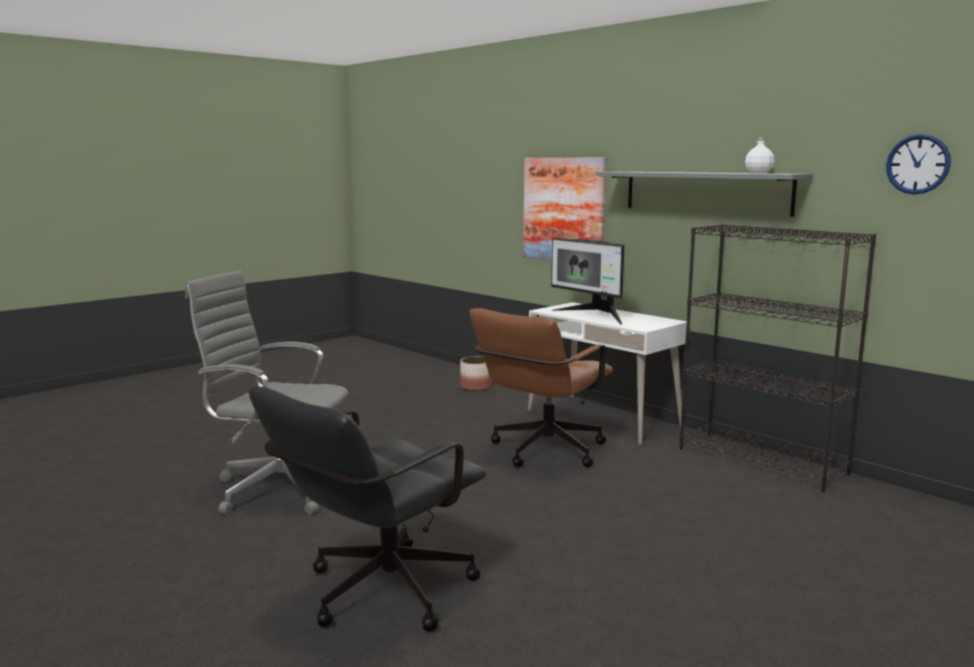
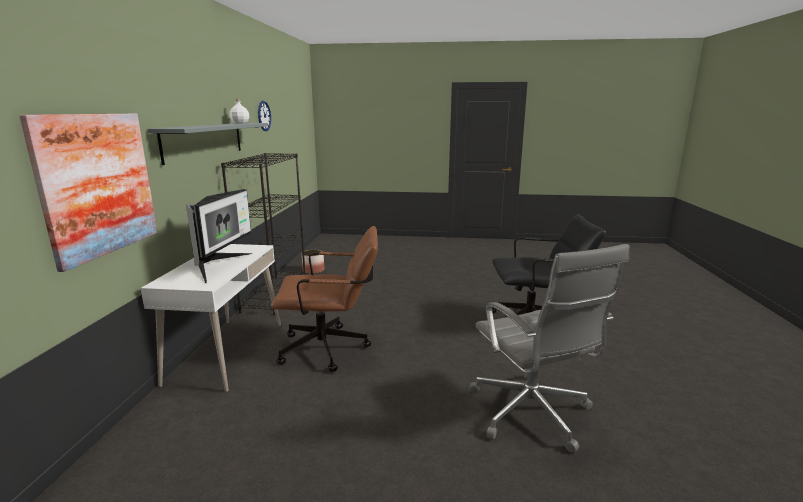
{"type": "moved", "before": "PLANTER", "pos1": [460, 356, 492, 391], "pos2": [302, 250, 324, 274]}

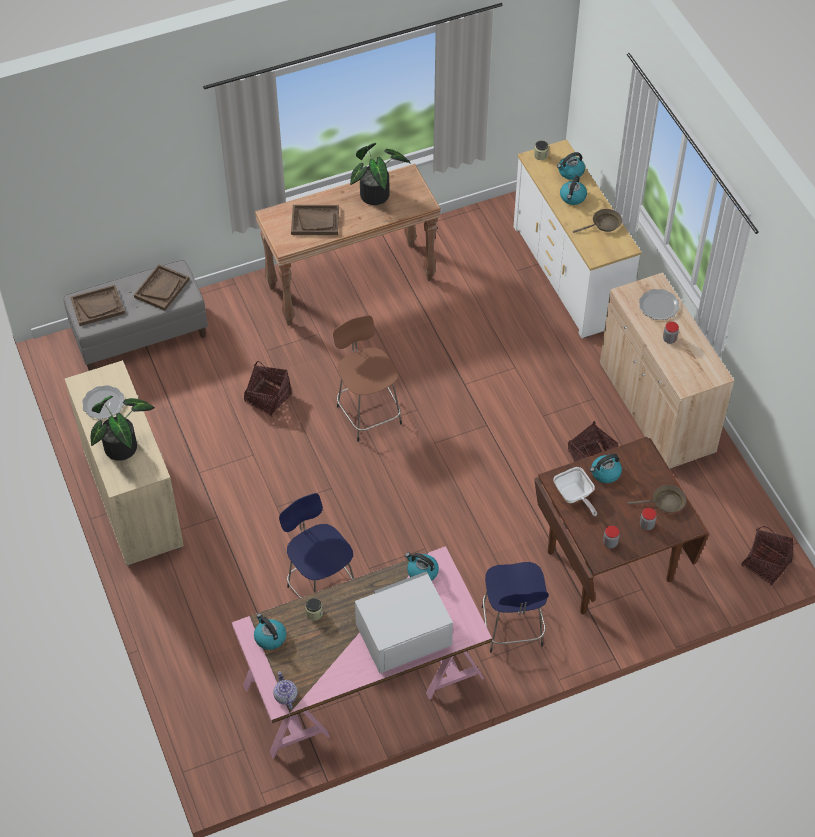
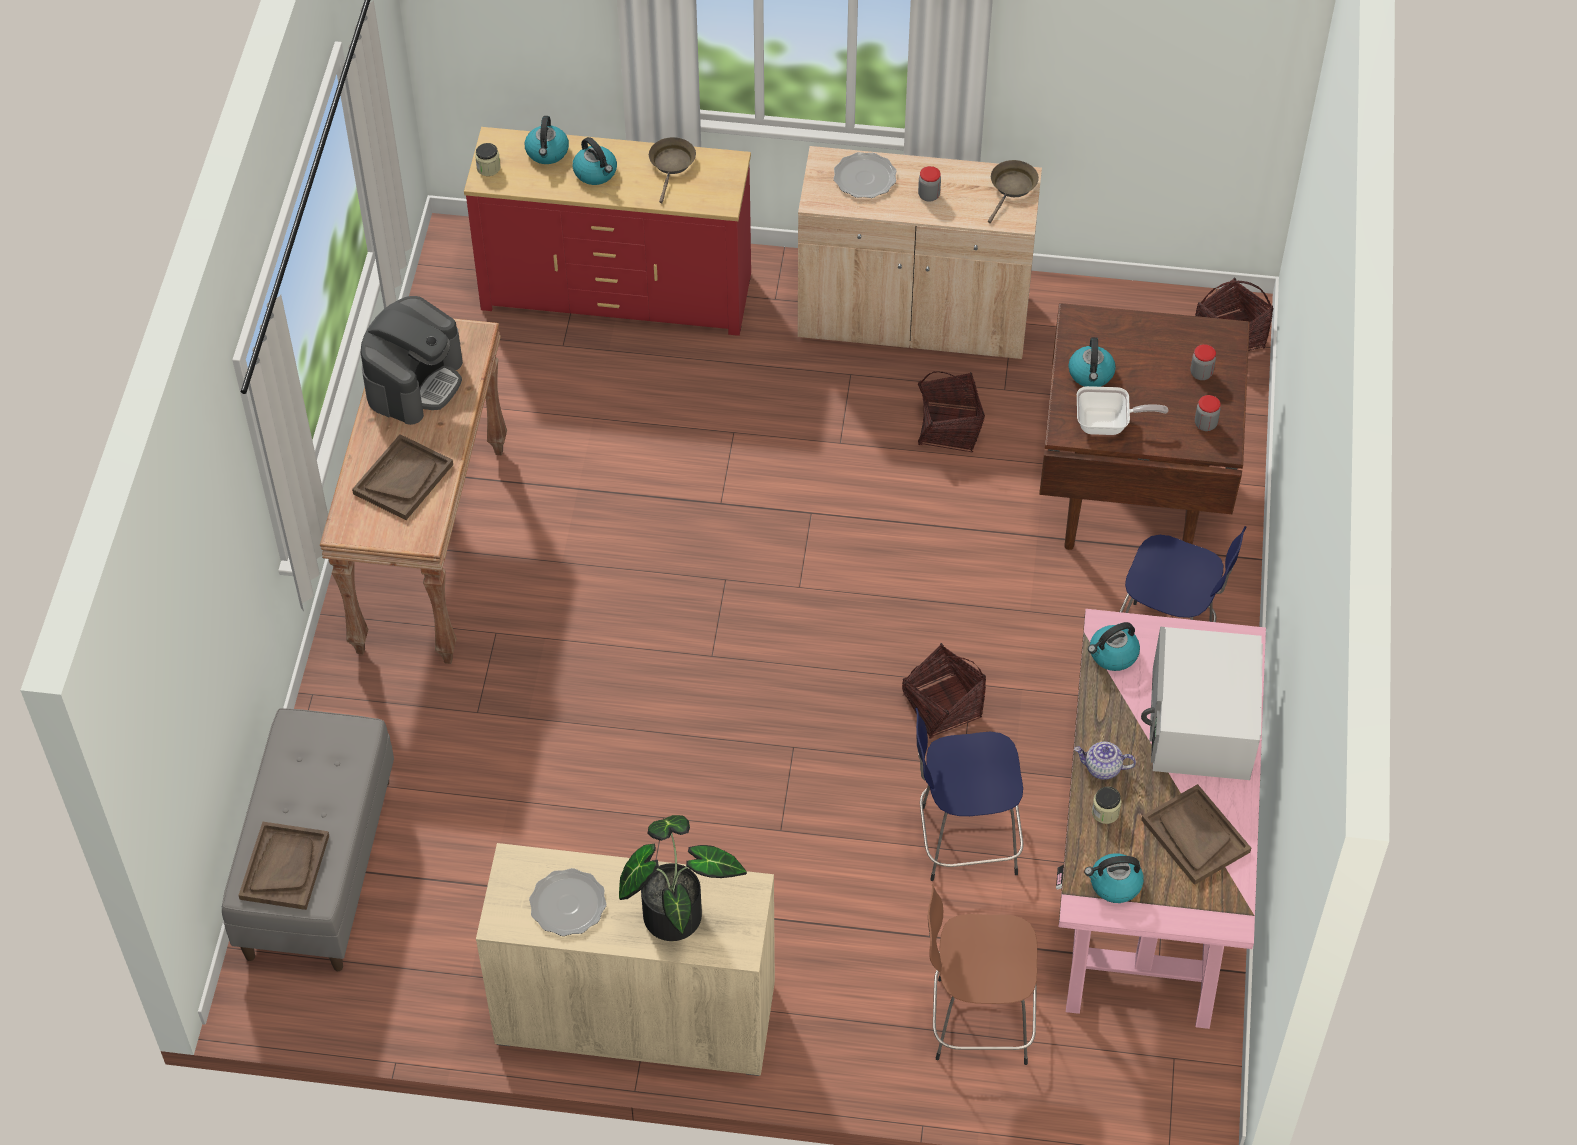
{"type": "moved", "before": "BROWN TRAY", "pos1": [134, 264, 190, 311], "pos2": [1141, 784, 1251, 885]}
{"type": "moved", "before": "BASKET", "pos1": [244, 361, 292, 417], "pos2": [902, 643, 986, 739]}
{"type": "moved", "before": "TEAPOT", "pos1": [273, 671, 298, 709], "pos2": [1074, 742, 1136, 780]}
{"type": "moved", "before": "BROWN STOOL", "pos1": [333, 316, 402, 442], "pos2": [928, 884, 1037, 1065]}
{"type": "moved", "before": "BROWN FRYING PAN", "pos1": [628, 485, 686, 513], "pos2": [988, 160, 1039, 223]}
{"type": "replaced", "before": "POTTED PLANT", "after": "COFFEE MACHINE", "pos1": [350, 143, 411, 205], "pos2": [361, 296, 463, 425]}
{"type": "recoloured", "before": "WHITE DRESSER", "after": "RED DRESSER", "pos1": [514, 139, 641, 338], "pos2": [464, 127, 751, 336]}

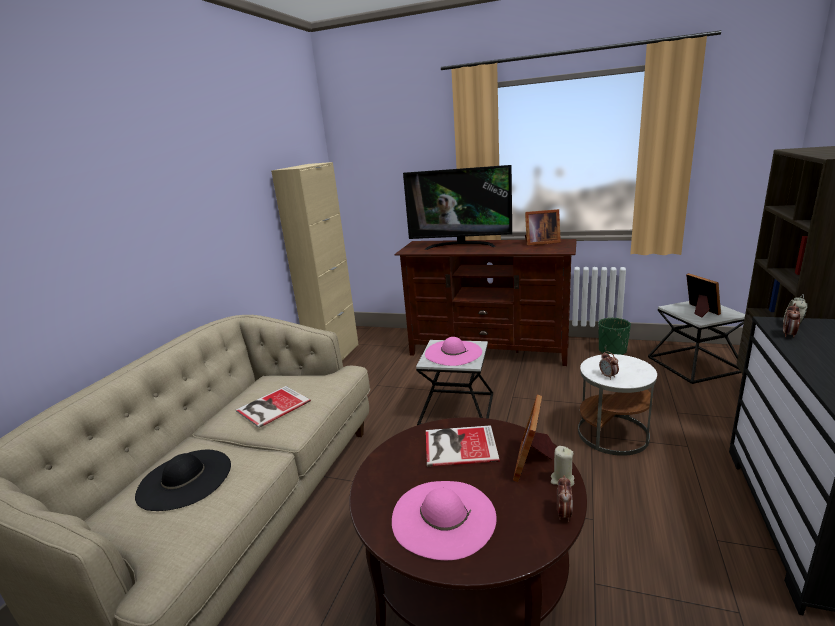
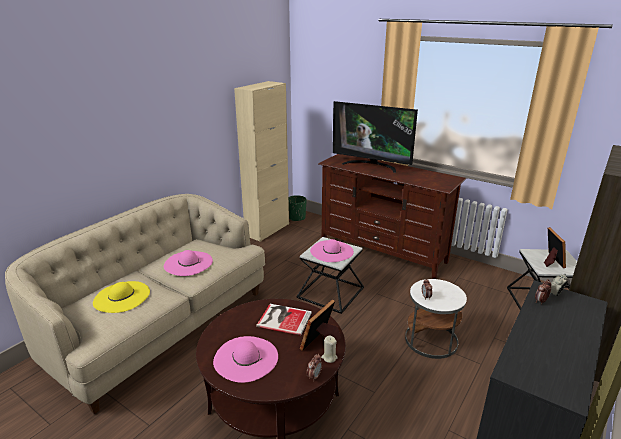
{"type": "removed", "before": "PICTURE FRAME", "pos1": [525, 209, 561, 245]}
{"type": "moved", "before": "GREEN PLANTER", "pos1": [599, 318, 631, 355], "pos2": [289, 195, 307, 221]}
{"type": "replaced", "before": "BOOK", "after": "PINK HAT", "pos1": [236, 386, 311, 428], "pos2": [164, 250, 213, 276]}
{"type": "recoloured", "before": "BLACK HAT", "after": "YELLOW HAT", "pos1": [135, 450, 231, 511], "pos2": [93, 281, 150, 313]}

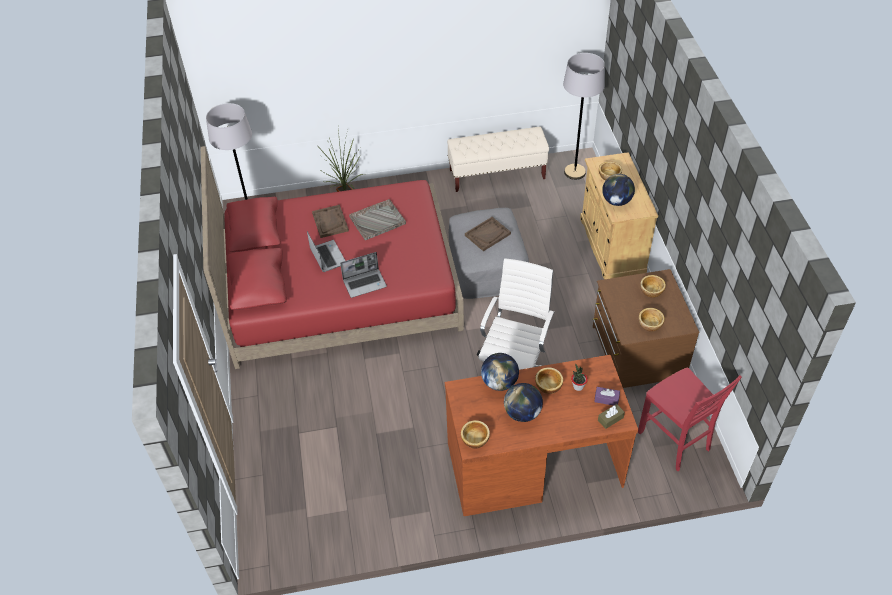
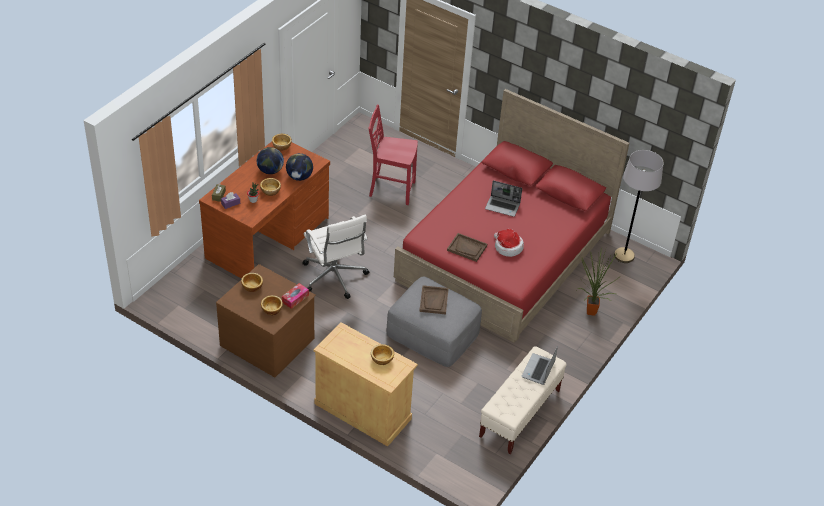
{"type": "removed", "before": "GREY FLOOR LAMP", "pos1": [563, 53, 605, 180]}
{"type": "removed", "before": "GLOBE", "pos1": [602, 174, 635, 206]}
{"type": "added", "after": "TISSUE BOX", "pos2": [282, 283, 309, 309]}
{"type": "moved", "before": "BROWN TRAY", "pos1": [312, 205, 349, 238], "pos2": [447, 233, 487, 262]}
{"type": "moved", "before": "LAPTOP", "pos1": [340, 252, 387, 298], "pos2": [522, 346, 558, 385]}
{"type": "moved", "before": "RED CHAIR", "pos1": [638, 368, 742, 471], "pos2": [368, 105, 418, 205]}
{"type": "replaced", "before": "GREY TRAY", "after": "HAT", "pos1": [349, 199, 406, 240], "pos2": [494, 229, 524, 257]}

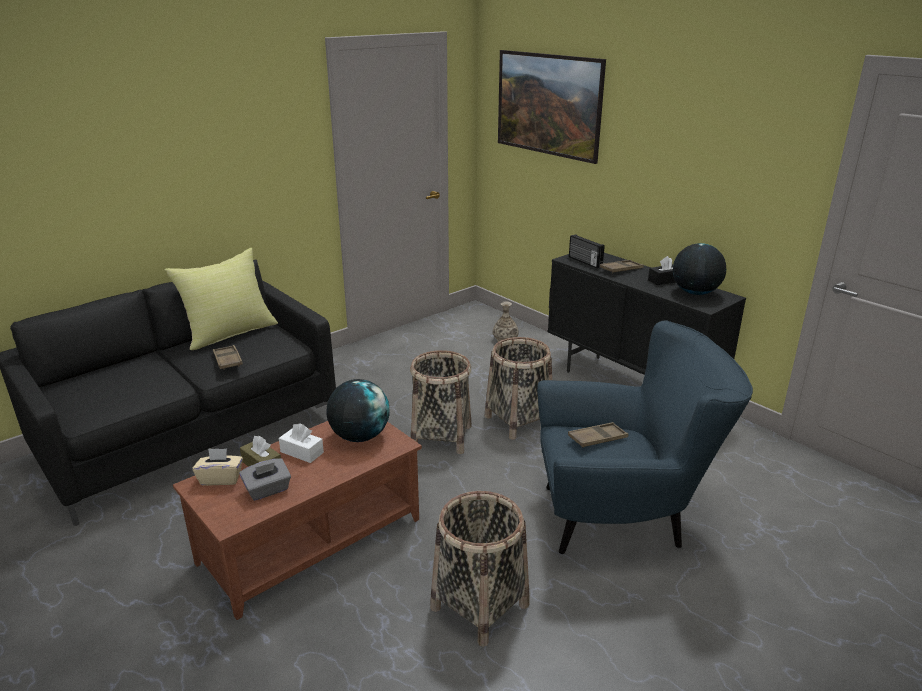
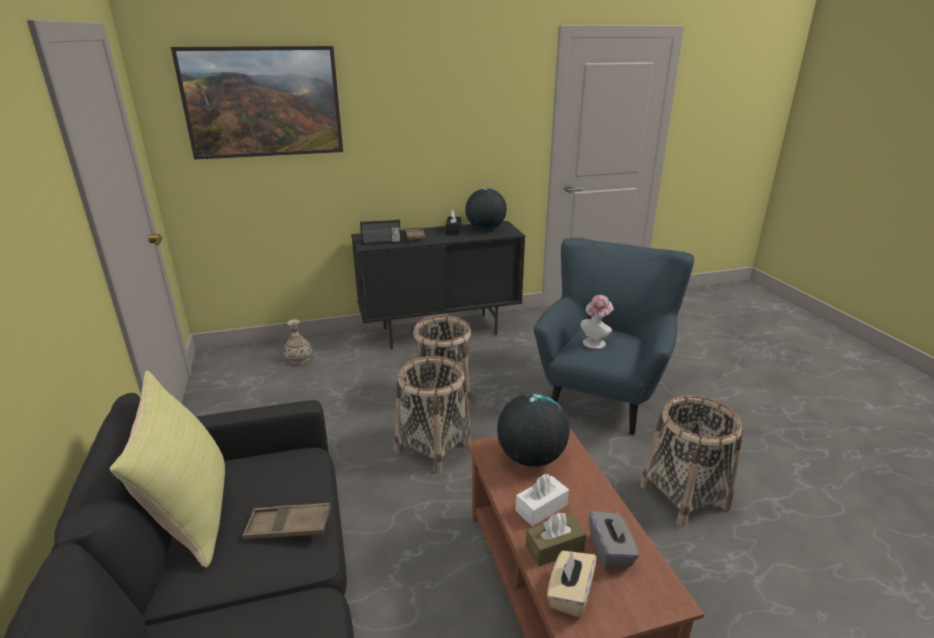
{"type": "replaced", "before": "BROWN TRAY", "after": "HAT", "pos1": [568, 422, 628, 448], "pos2": [581, 295, 614, 349]}

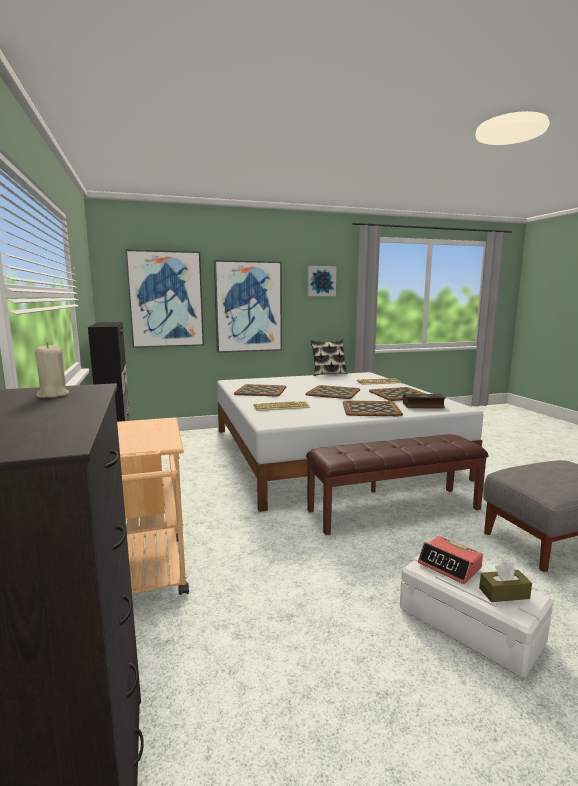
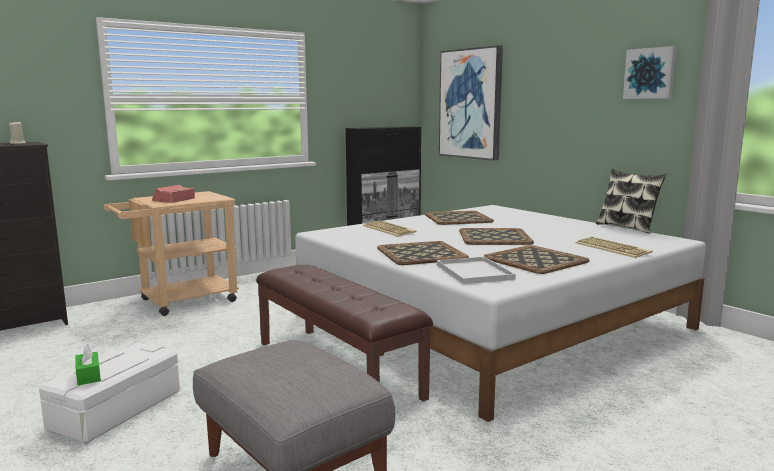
{"type": "removed", "before": "PICTURE", "pos1": [214, 260, 282, 353]}
{"type": "moved", "before": "ALARM CLOCK", "pos1": [418, 536, 483, 584], "pos2": [152, 185, 195, 203]}
{"type": "replaced", "before": "BOOK", "after": "WHITE TRAY", "pos1": [403, 394, 445, 408], "pos2": [437, 257, 516, 284]}
{"type": "recoloured", "before": "BROWN TISSUE BOX", "after": "GREEN TISSUE BOX", "pos1": [479, 561, 532, 602], "pos2": [75, 345, 101, 385]}

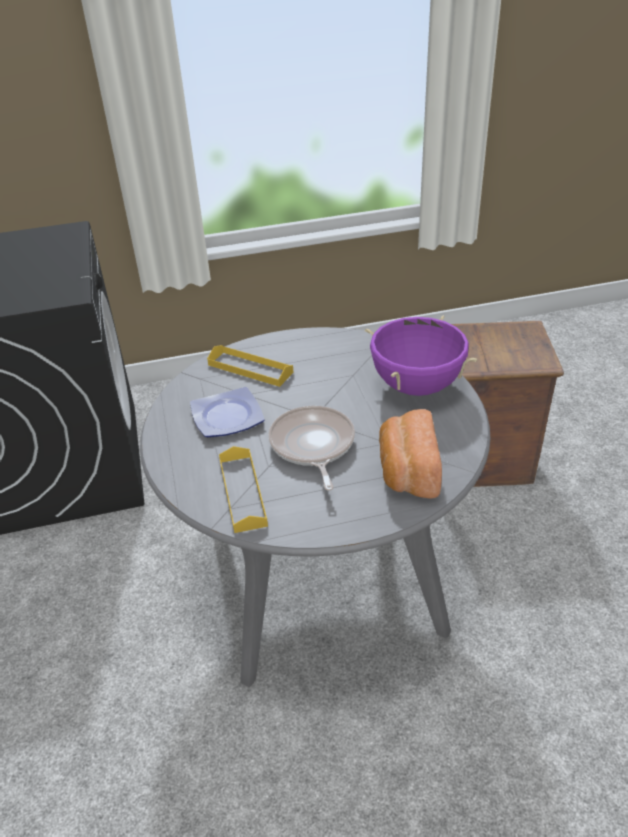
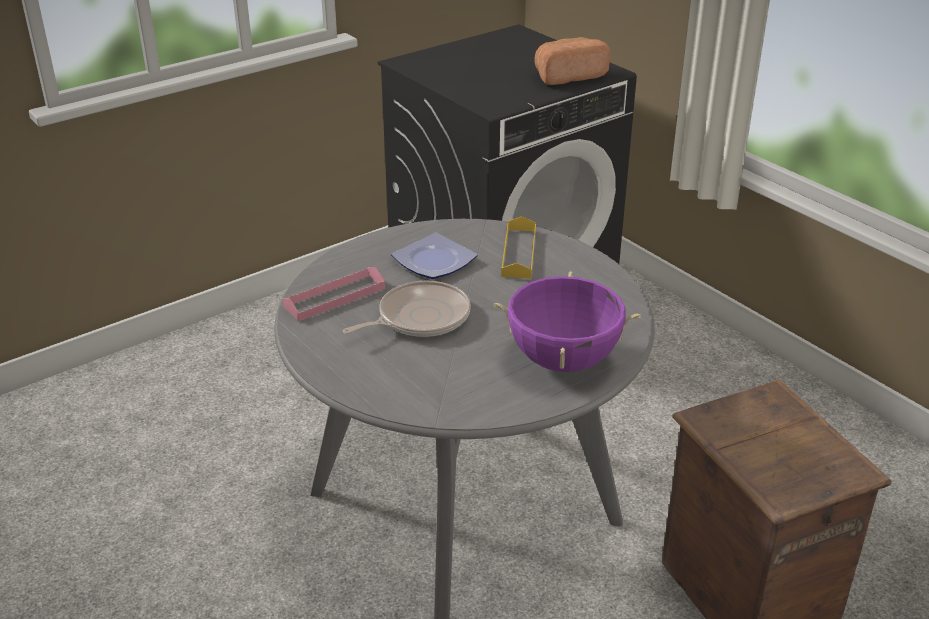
{"type": "moved", "before": "BREAD", "pos1": [379, 409, 442, 499], "pos2": [535, 37, 610, 85]}
{"type": "recoloured", "before": "YELLOW TRAY", "after": "PINK TRAY", "pos1": [219, 446, 268, 533], "pos2": [282, 267, 385, 321]}

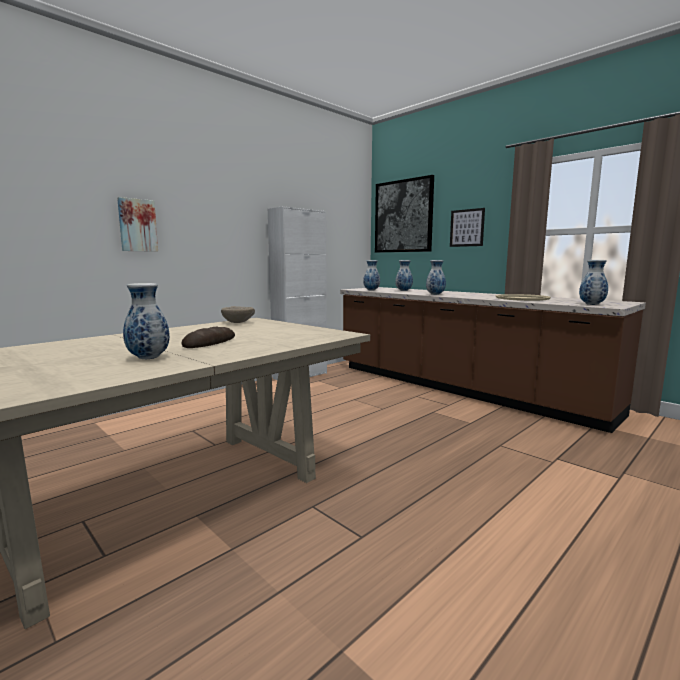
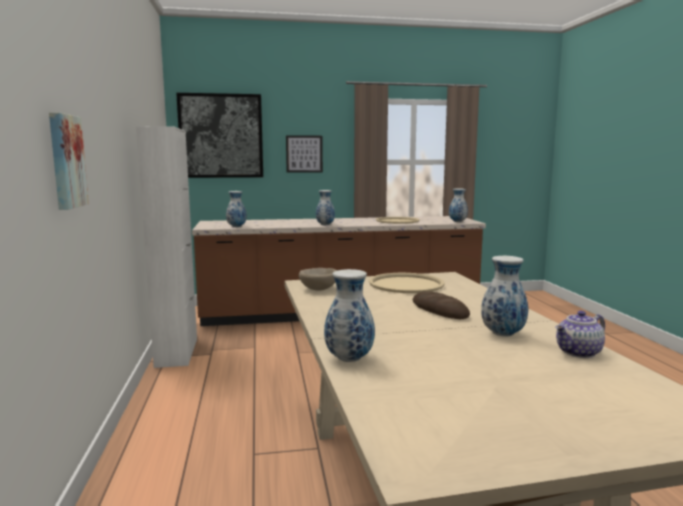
{"type": "added", "after": "BEIGE TRAY", "pos2": [369, 273, 445, 293]}
{"type": "added", "after": "TEAPOT", "pos2": [555, 311, 605, 358]}
{"type": "moved", "before": "VASE", "pos1": [395, 260, 413, 291], "pos2": [324, 269, 375, 362]}

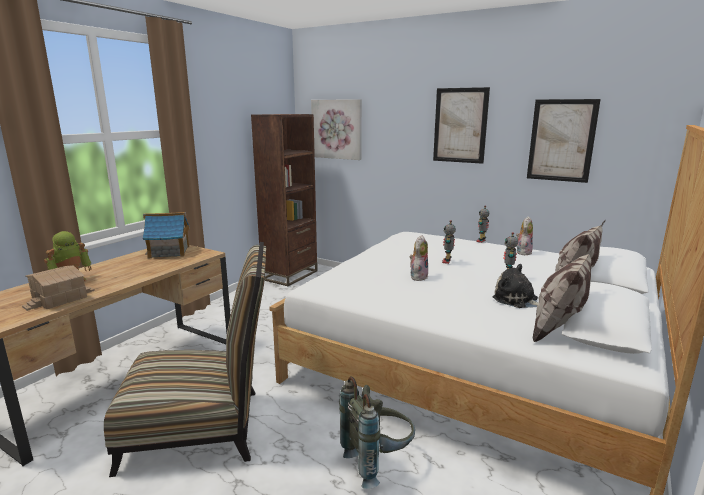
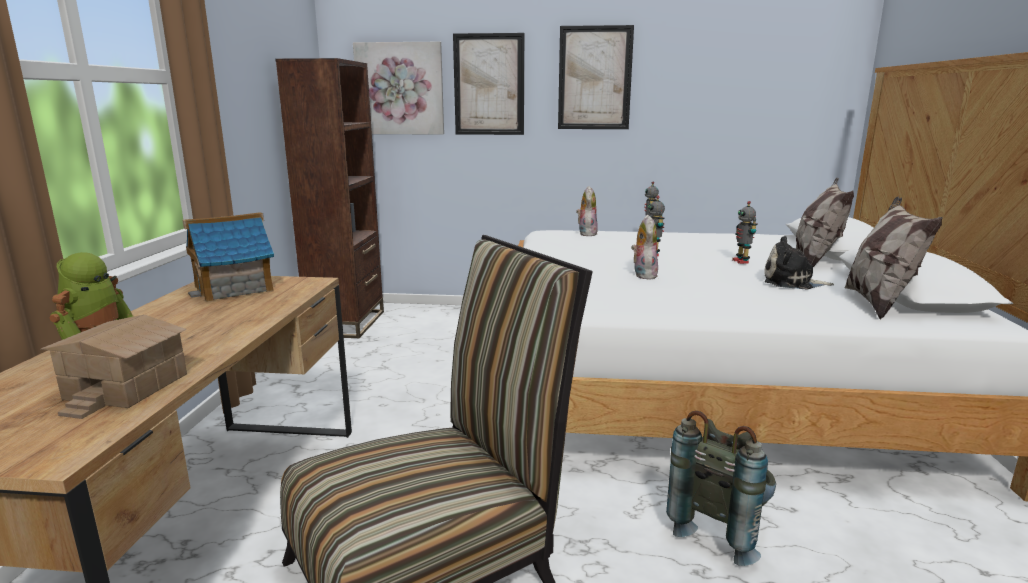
{"type": "moved", "before": "PLUSH TOY", "pos1": [516, 216, 533, 255], "pos2": [576, 186, 598, 236]}
{"type": "moved", "before": "PICTURE", "pos1": [527, 99, 601, 183], "pos2": [453, 33, 524, 135]}

